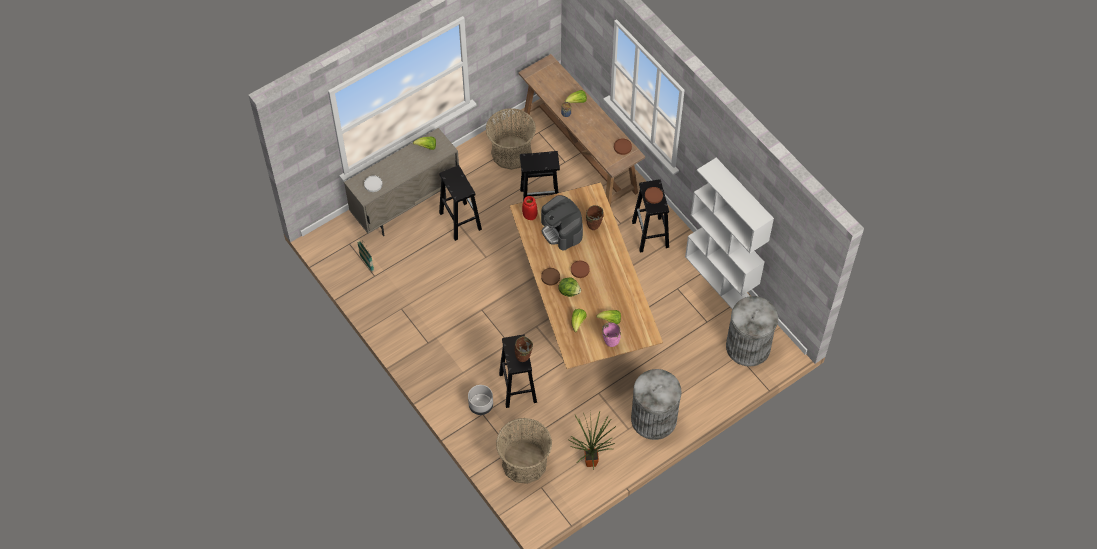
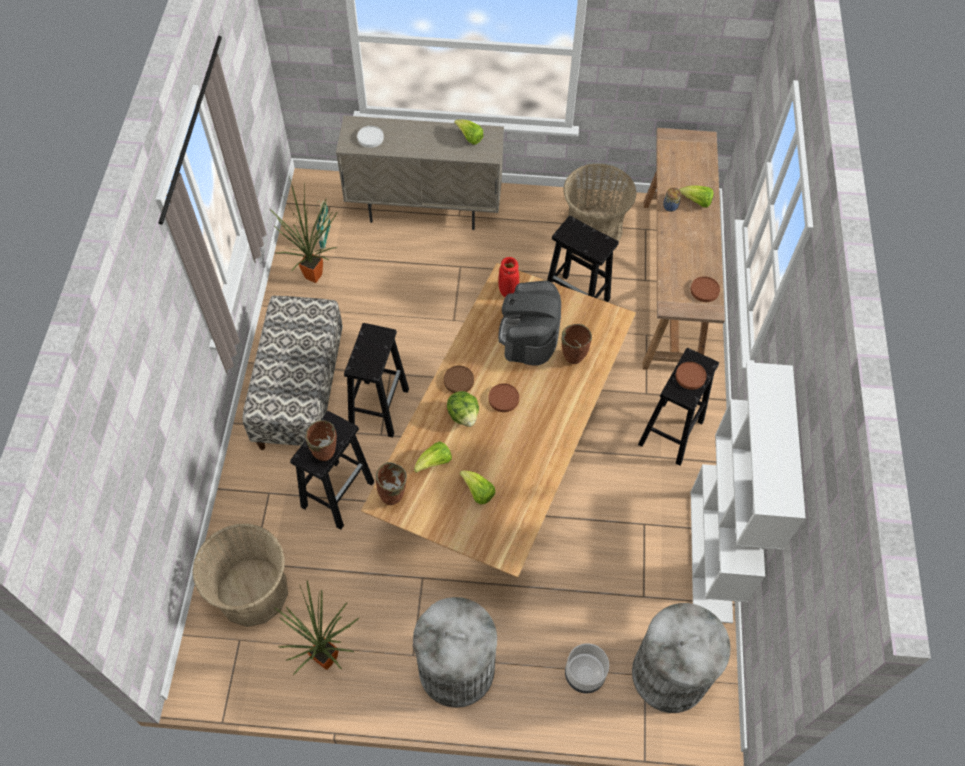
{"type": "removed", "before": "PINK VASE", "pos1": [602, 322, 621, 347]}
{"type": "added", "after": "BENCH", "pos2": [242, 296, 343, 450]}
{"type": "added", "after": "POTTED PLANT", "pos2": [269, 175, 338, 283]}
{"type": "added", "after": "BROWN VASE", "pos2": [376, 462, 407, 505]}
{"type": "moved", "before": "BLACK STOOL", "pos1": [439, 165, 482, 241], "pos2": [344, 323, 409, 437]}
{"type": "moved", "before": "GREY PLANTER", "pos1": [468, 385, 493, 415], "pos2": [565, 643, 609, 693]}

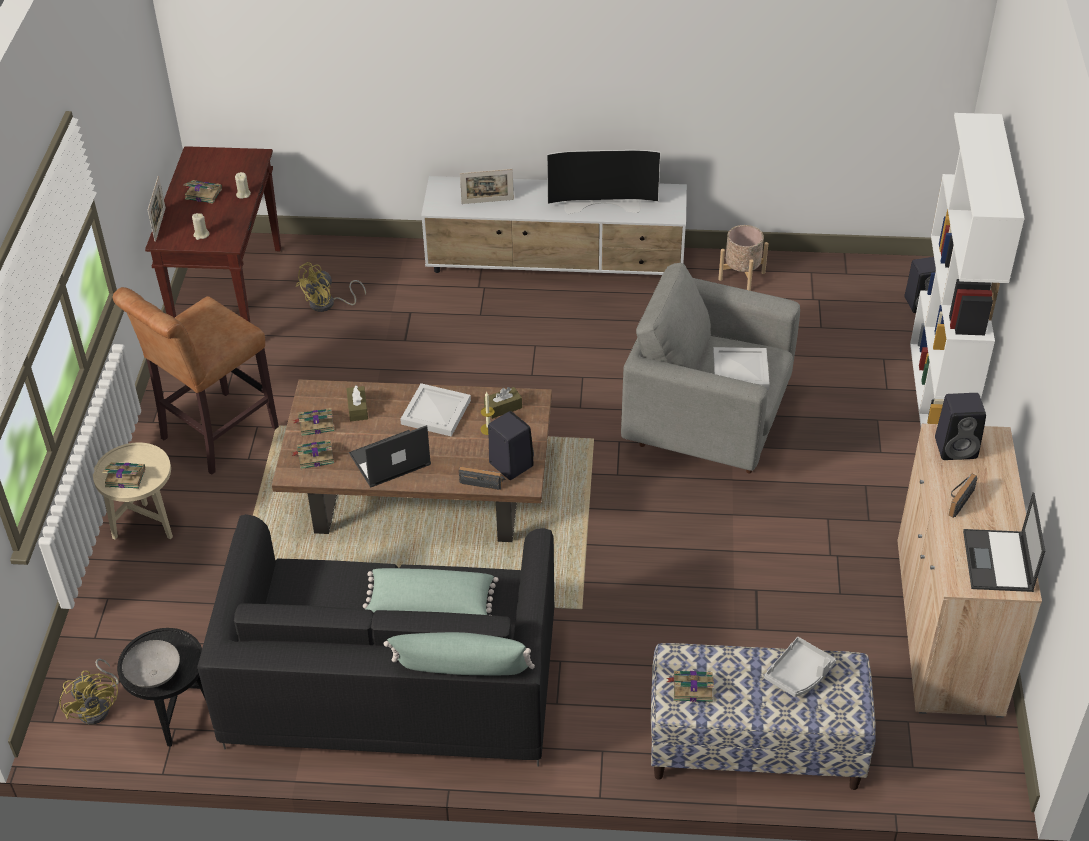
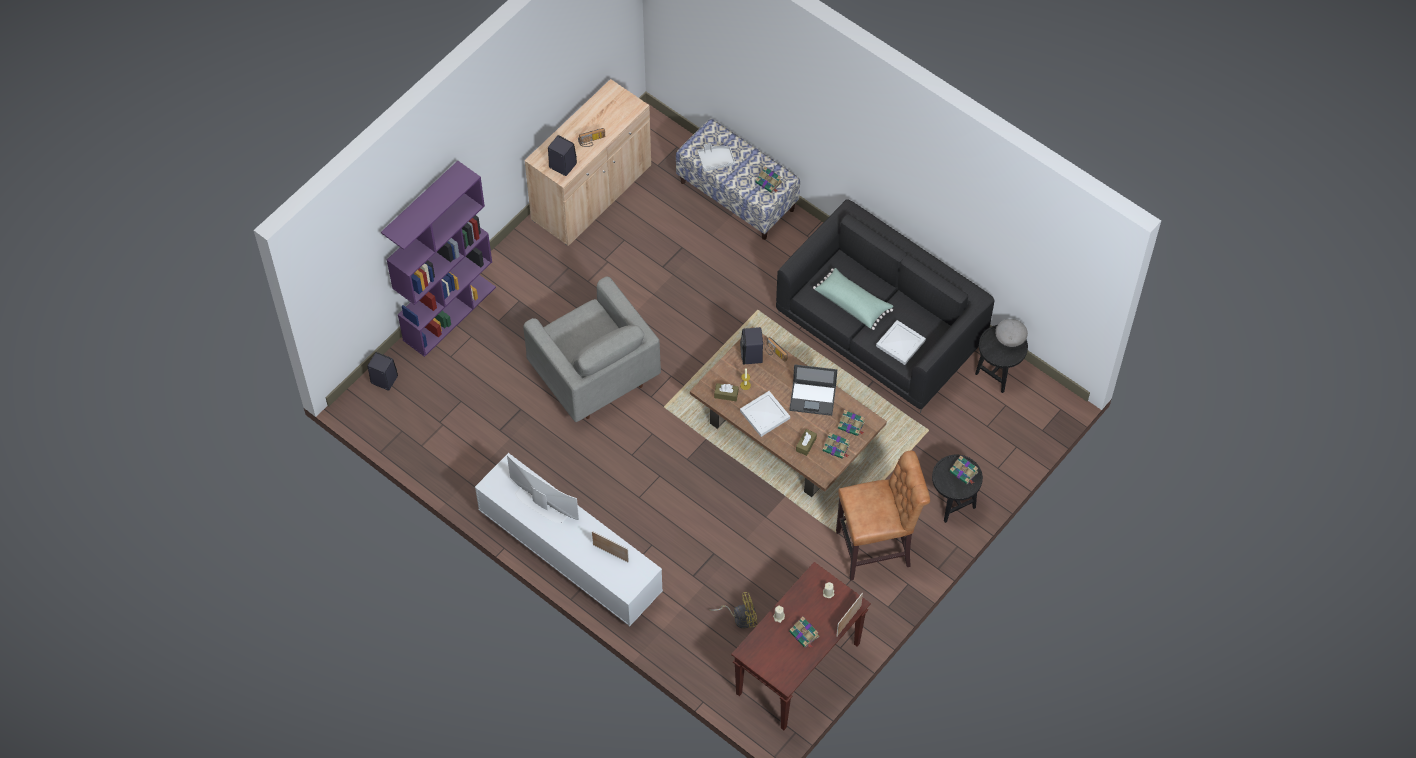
{"type": "removed", "before": "YELLOW FAN", "pos1": [59, 659, 119, 724]}
{"type": "removed", "before": "GREEN PILLOW", "pos1": [384, 632, 535, 675]}
{"type": "removed", "before": "BEIGE PLANTER", "pos1": [718, 225, 768, 291]}
{"type": "removed", "before": "LAPTOP", "pos1": [963, 492, 1045, 592]}
{"type": "moved", "before": "WHITE TRAY", "pos1": [713, 347, 770, 390], "pos2": [876, 320, 926, 365]}
{"type": "recoloured", "before": "BEIGE SIDE TABLE", "after": "BLACK SIDE TABLE", "pos1": [93, 442, 173, 540], "pos2": [932, 455, 983, 523]}
{"type": "recoloured", "before": "WHITE BOOKCASE", "after": "PURPLE BOOKCASE", "pos1": [910, 113, 1024, 426], "pos2": [381, 161, 496, 357]}

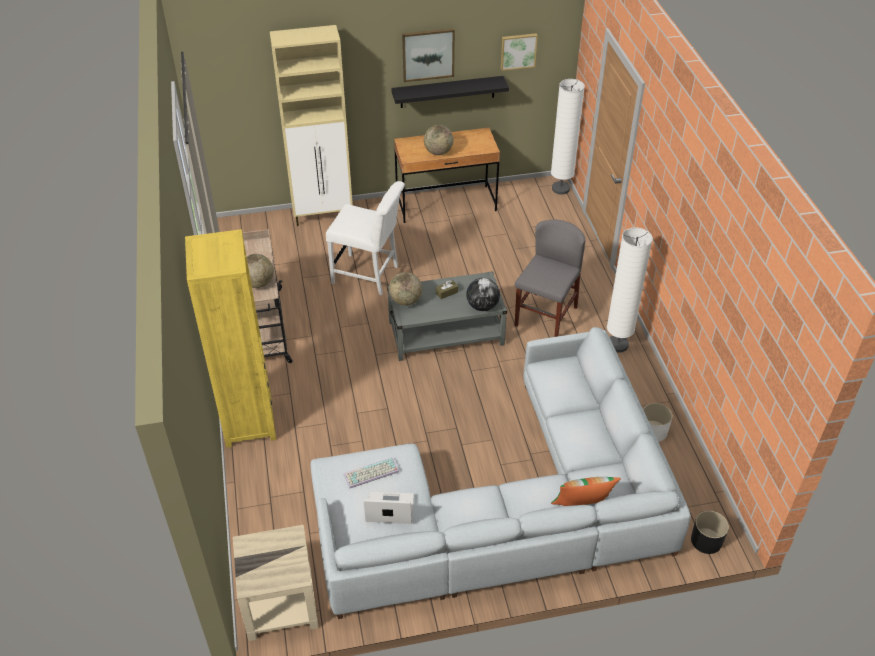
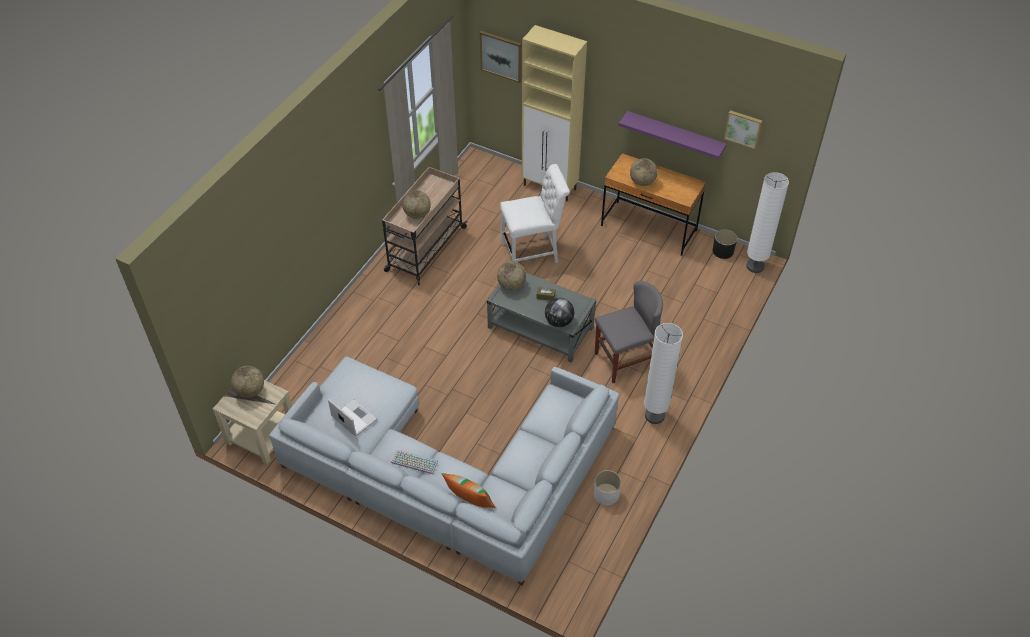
{"type": "removed", "before": "YELLOW BOOKCASE", "pos1": [185, 229, 276, 448]}
{"type": "added", "after": "GLOBE", "pos2": [231, 366, 264, 398]}
{"type": "moved", "before": "KEYBOARD", "pos1": [343, 457, 399, 488], "pos2": [391, 450, 438, 474]}
{"type": "moved", "before": "PICTURE", "pos1": [402, 28, 455, 82], "pos2": [480, 31, 522, 83]}
{"type": "moved", "before": "BLACK PLANTER", "pos1": [691, 511, 729, 554], "pos2": [713, 230, 737, 259]}
{"type": "recoloured", "before": "BLACK SHELF", "after": "PURPLE SHELF", "pos1": [391, 76, 509, 108], "pos2": [618, 111, 727, 159]}
{"type": "turned", "before": "WHITE CHAIR", "pos1": [326, 181, 405, 295], "pos2": [500, 164, 570, 263], "turn": -75}

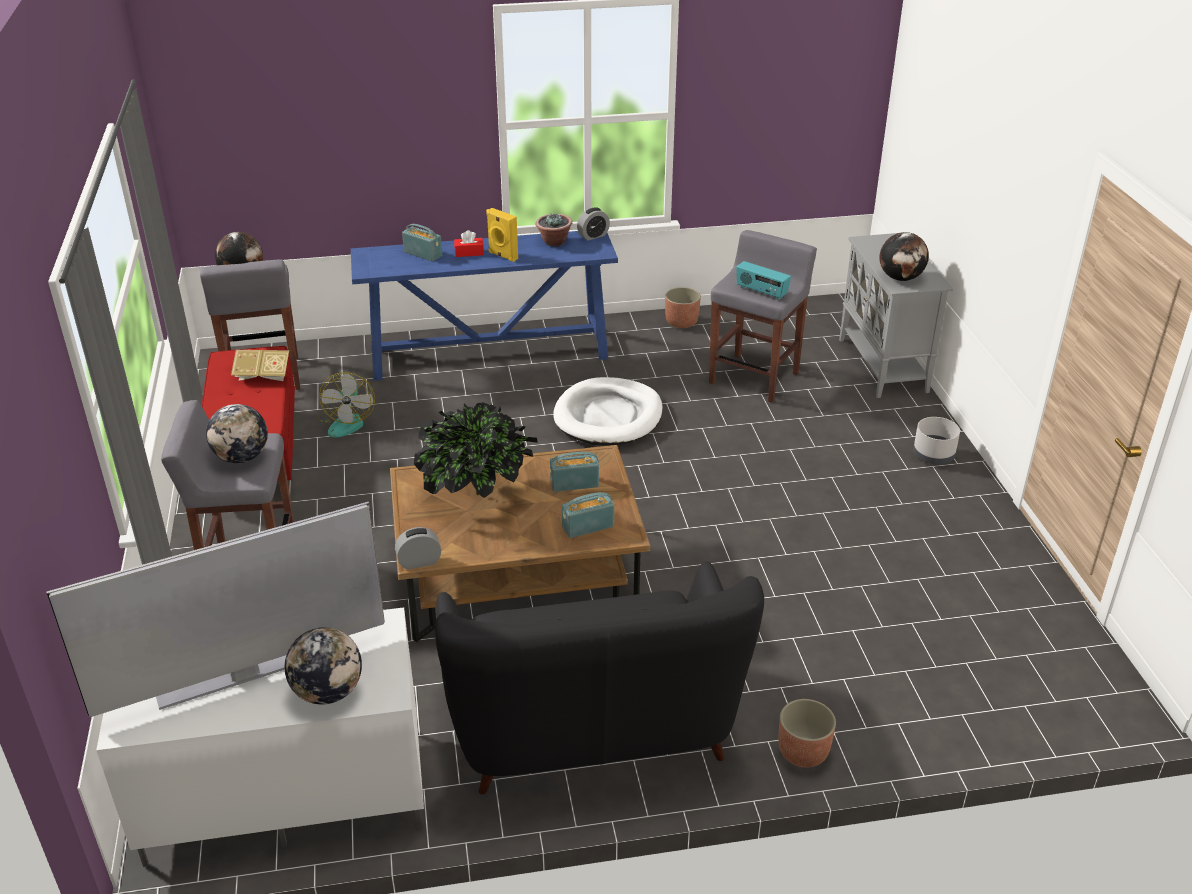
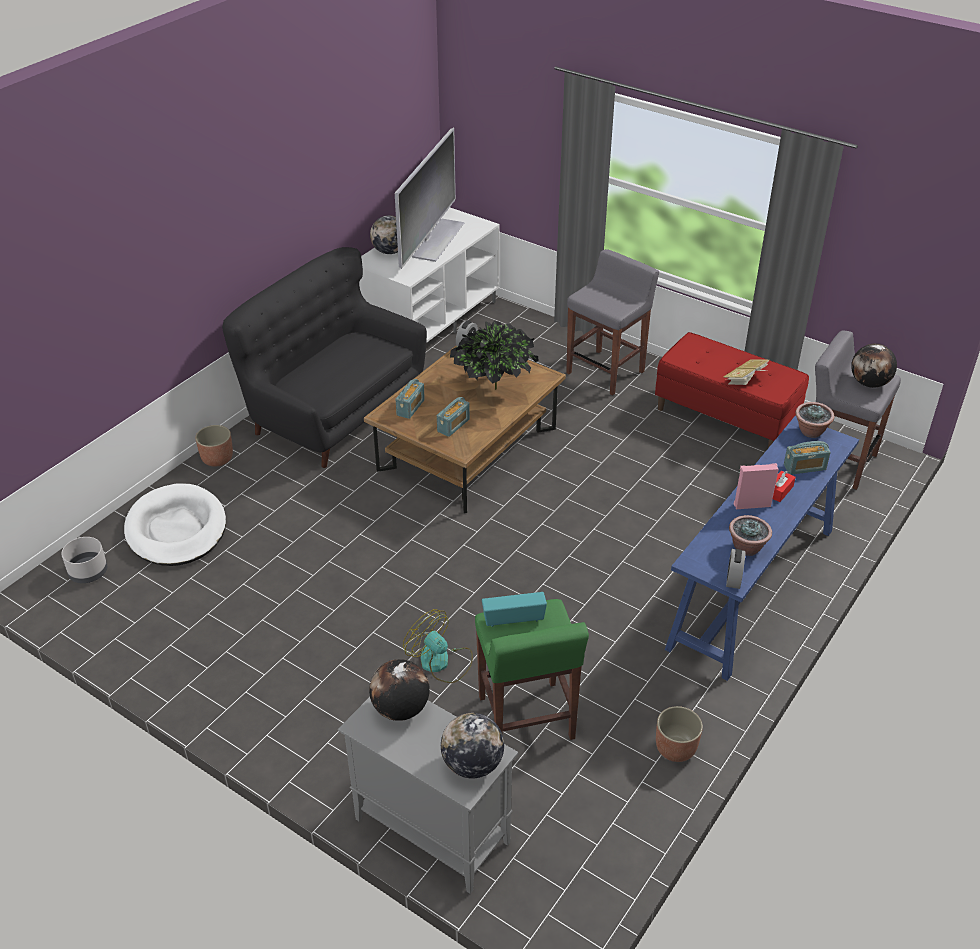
{"type": "added", "after": "POTTED PLANT", "pos2": [795, 402, 835, 438]}
{"type": "moved", "before": "GLOBE", "pos1": [206, 404, 268, 463], "pos2": [441, 713, 504, 779]}
{"type": "moved", "before": "FAN", "pos1": [317, 372, 375, 438], "pos2": [403, 609, 473, 683]}
{"type": "moved", "before": "WHITE DOG BED", "pos1": [553, 377, 662, 446], "pos2": [124, 484, 226, 566]}
{"type": "moved", "before": "GREY PLANTER", "pos1": [913, 417, 960, 465], "pos2": [61, 537, 107, 583]}
{"type": "recoloured", "before": "YELLOW SPEAKER", "after": "PINK SPEAKER", "pos1": [486, 208, 518, 262], "pos2": [734, 463, 779, 509]}
{"type": "recoloured", "before": "GREY STOOL", "after": "GREEN STOOL", "pos1": [709, 230, 817, 402], "pos2": [475, 599, 589, 740]}

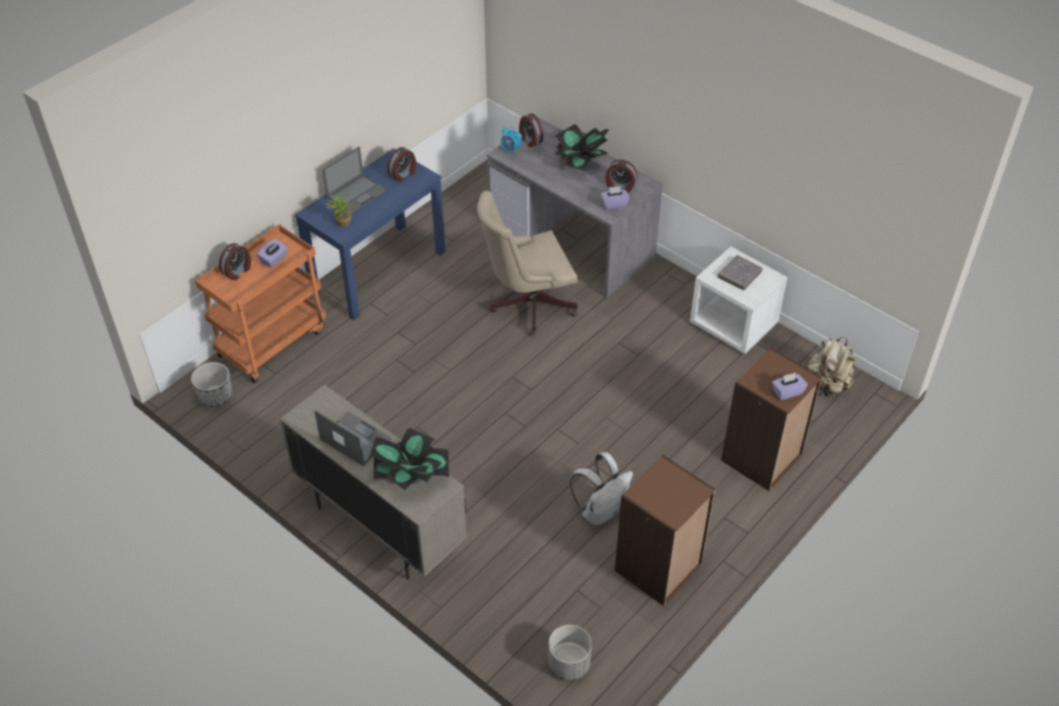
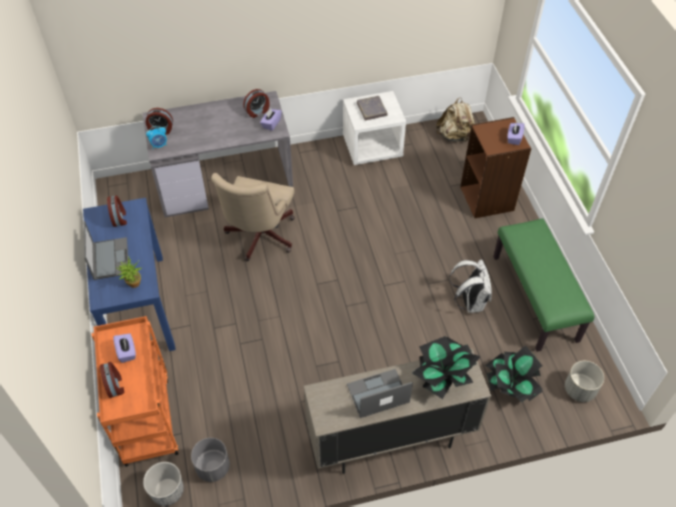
{"type": "added", "after": "GREY PLANTER", "pos2": [191, 438, 230, 482]}
{"type": "moved", "before": "POTTED PLANT", "pos1": [555, 124, 609, 171], "pos2": [485, 346, 543, 402]}
{"type": "replaced", "before": "BROWN BOOKCASE", "after": "GREEN BENCH", "pos1": [615, 455, 716, 606], "pos2": [493, 218, 594, 352]}

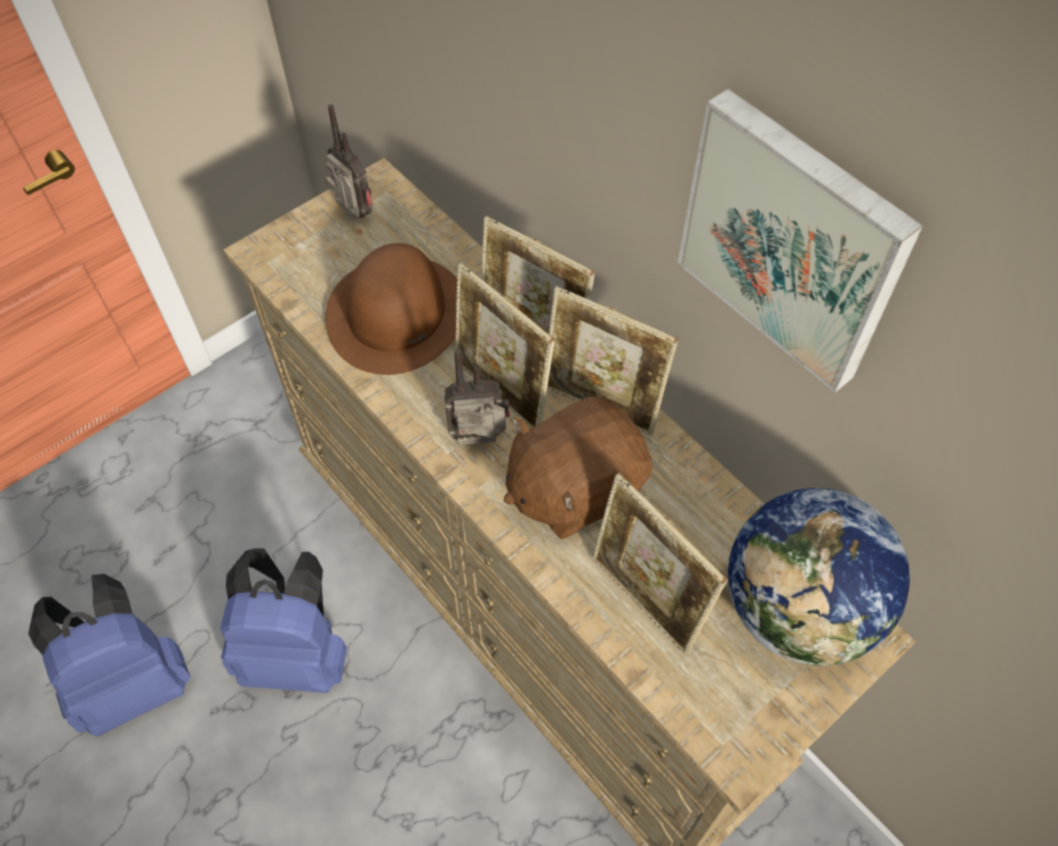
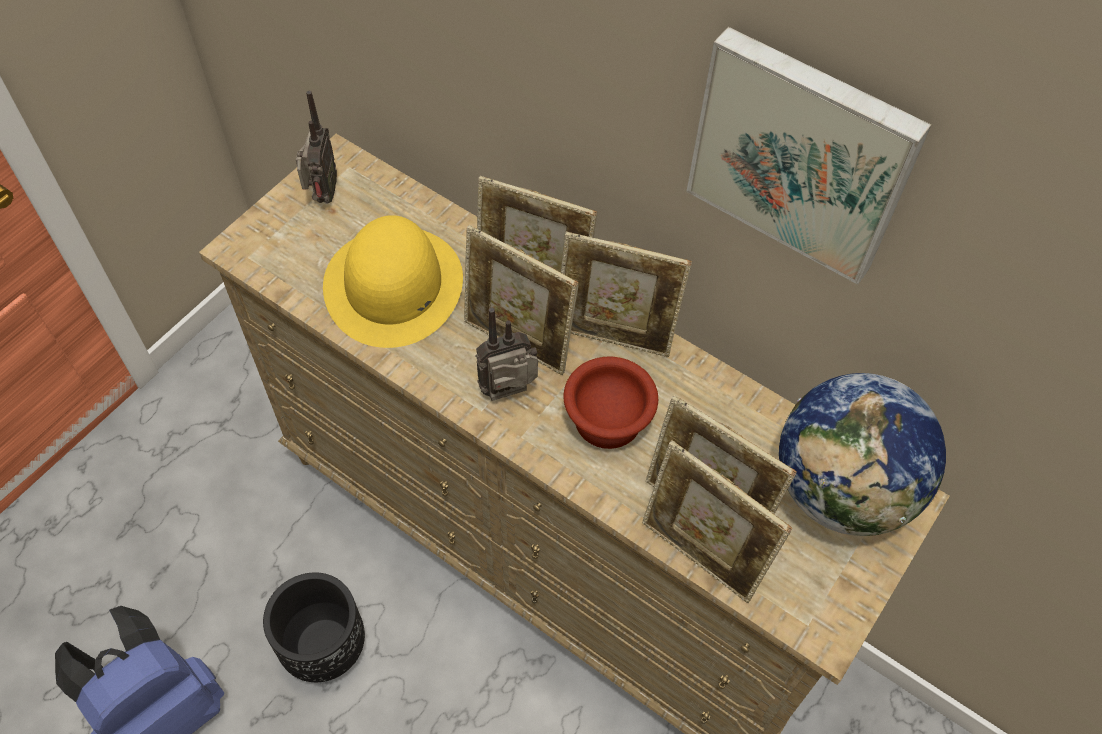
{"type": "added", "after": "PICTURE FRAME", "pos2": [642, 440, 792, 603]}
{"type": "replaced", "before": "BLUE BACKPACK", "after": "BLACK PLANTER", "pos1": [221, 548, 347, 693], "pos2": [263, 573, 365, 682]}
{"type": "replaced", "before": "BROWN PLUSH TOY", "after": "BROWN BOWL", "pos1": [504, 397, 652, 539], "pos2": [564, 357, 658, 449]}
{"type": "recoloured", "before": "BROWN HAT", "after": "YELLOW HAT", "pos1": [325, 243, 457, 375], "pos2": [323, 215, 463, 348]}
{"type": "turned", "before": "RADIO", "pos1": [325, 104, 373, 219], "pos2": [296, 91, 337, 203], "turn": 60}

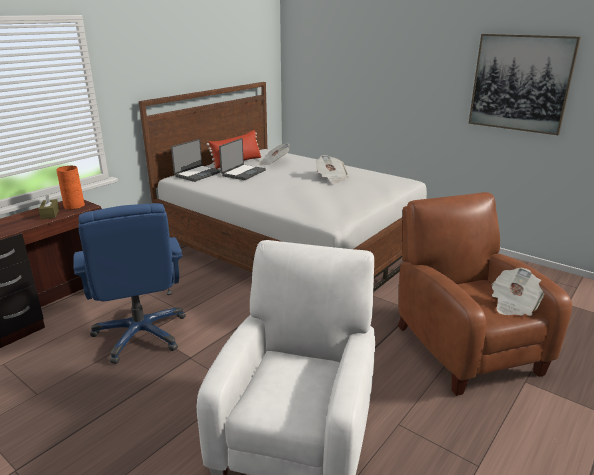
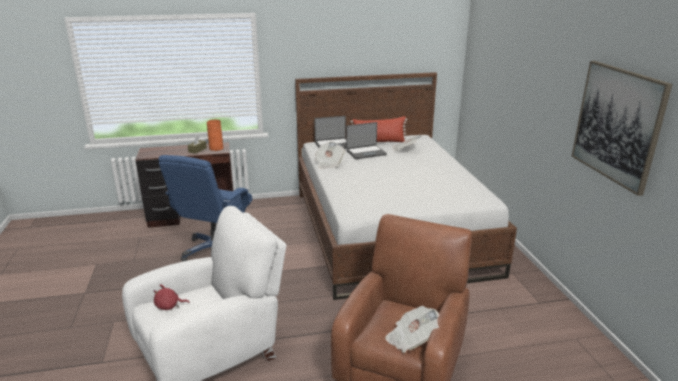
{"type": "added", "after": "RED PLUSH TOY", "pos2": [153, 284, 190, 310]}
{"type": "moved", "before": "NEWSPAPER", "pos1": [315, 155, 349, 184], "pos2": [315, 142, 345, 169]}

